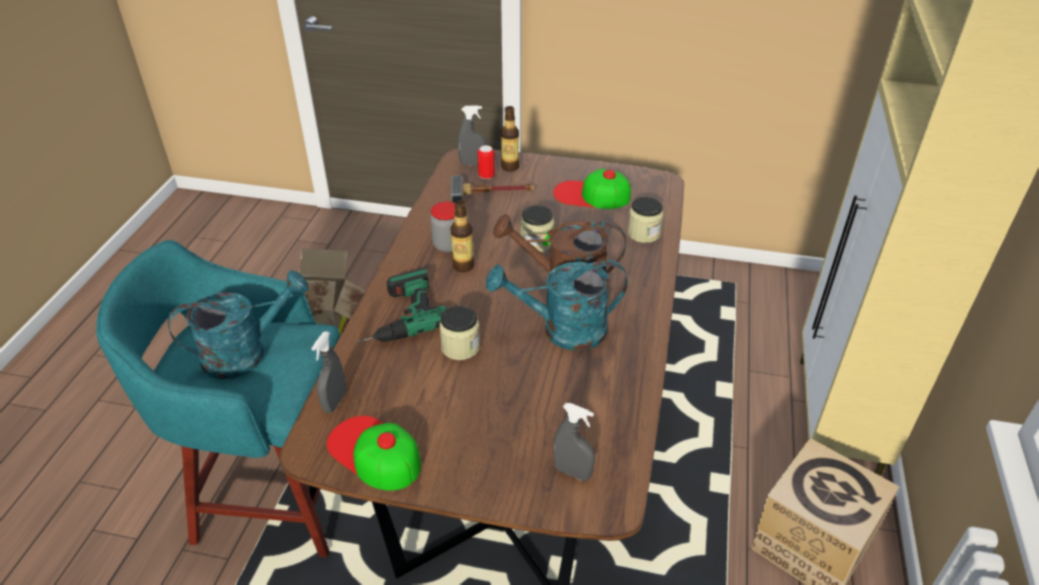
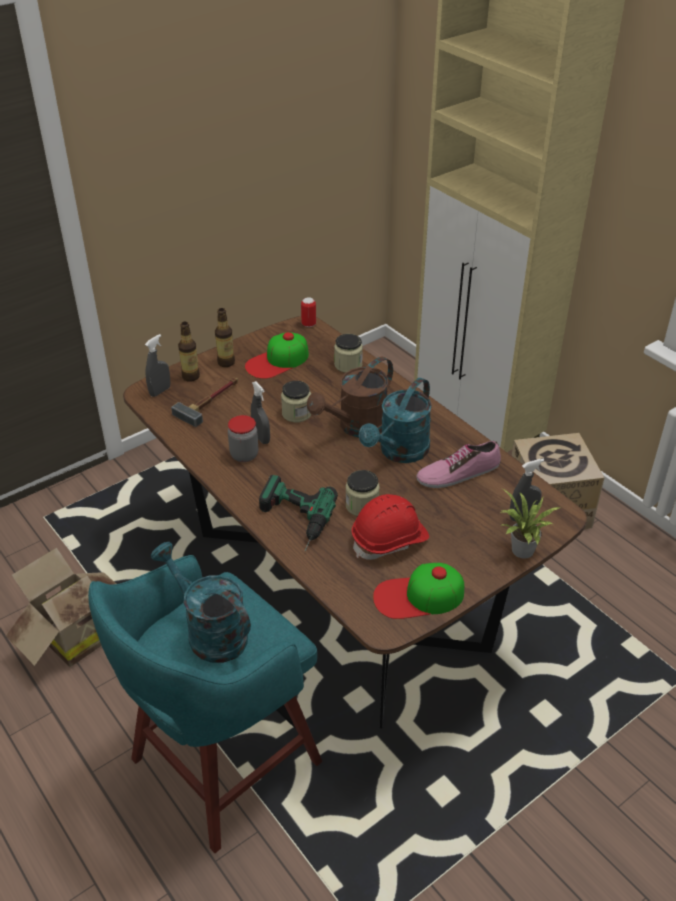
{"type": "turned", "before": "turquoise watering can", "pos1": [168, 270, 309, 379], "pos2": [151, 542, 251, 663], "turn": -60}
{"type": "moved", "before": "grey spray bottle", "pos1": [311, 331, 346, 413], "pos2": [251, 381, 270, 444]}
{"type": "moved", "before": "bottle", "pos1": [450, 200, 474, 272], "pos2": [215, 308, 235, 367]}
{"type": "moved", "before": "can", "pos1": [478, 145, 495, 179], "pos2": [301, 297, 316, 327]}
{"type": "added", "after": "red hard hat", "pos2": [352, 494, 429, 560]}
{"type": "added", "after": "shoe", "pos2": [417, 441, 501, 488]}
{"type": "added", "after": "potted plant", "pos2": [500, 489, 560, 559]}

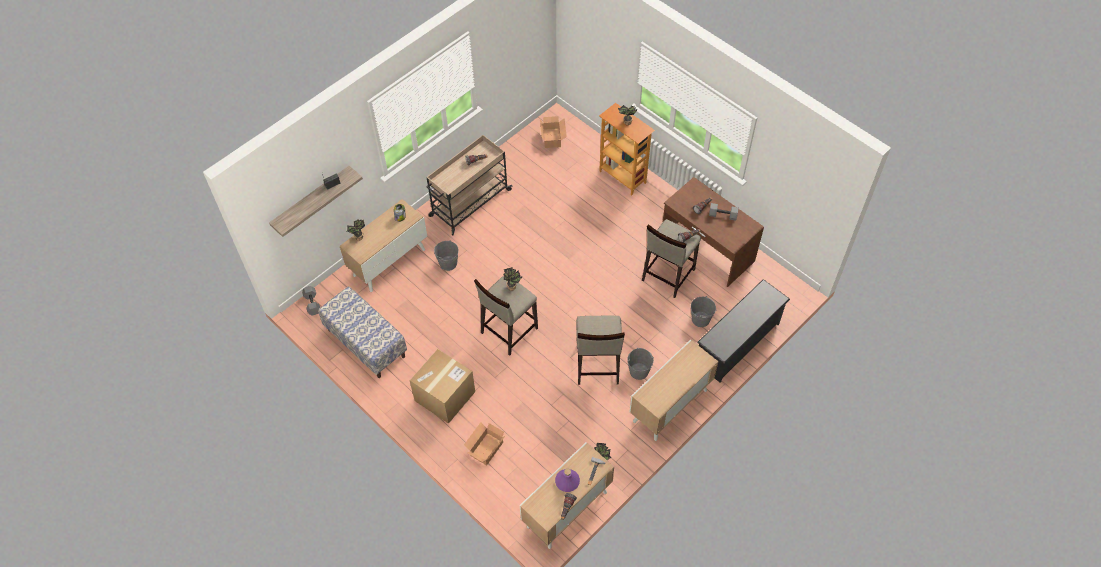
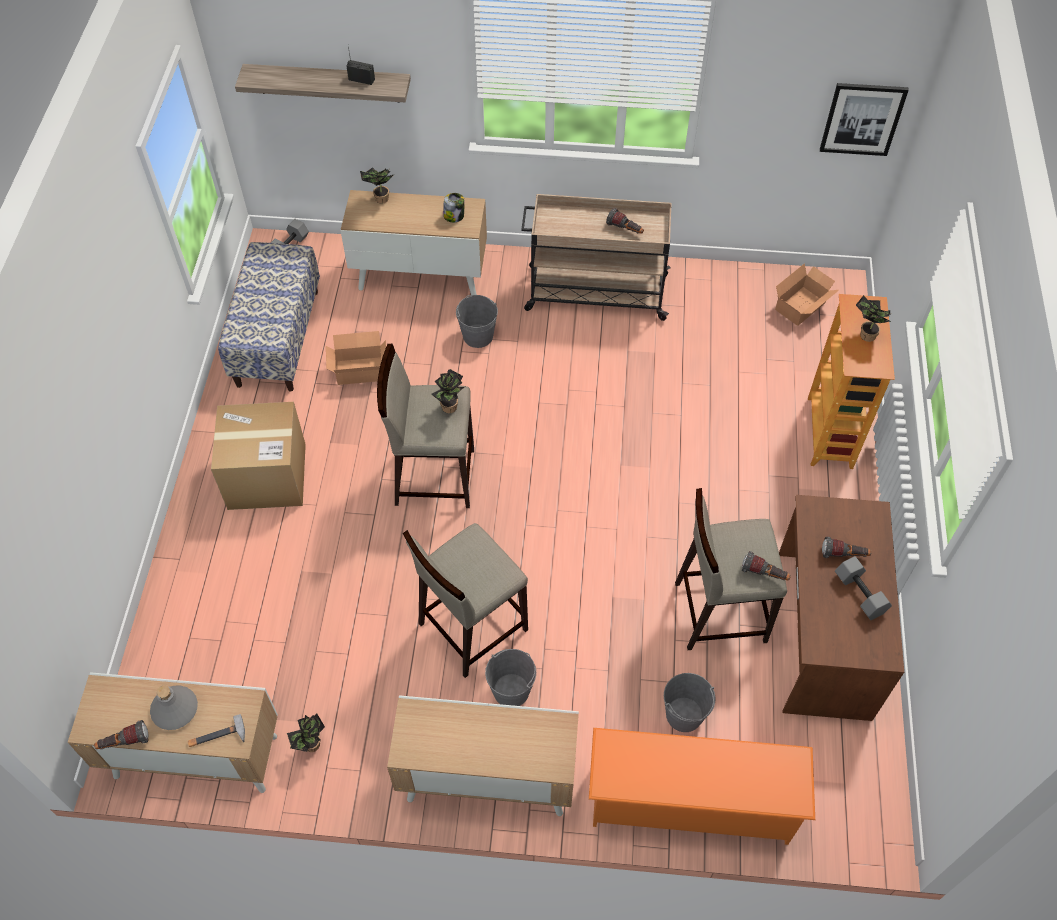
{"type": "moved", "before": "cardboard box", "pos1": [464, 422, 505, 465], "pos2": [326, 331, 386, 385]}
{"type": "recoloured", "before": "purple bottle", "after": "grey bottle", "pos1": [555, 469, 580, 492], "pos2": [150, 685, 198, 730]}
{"type": "recoloured", "before": "black shoe rack", "after": "orange shoe rack", "pos1": [697, 279, 790, 383], "pos2": [589, 728, 815, 845]}
{"type": "added", "after": "picture", "pos2": [820, 83, 909, 156]}

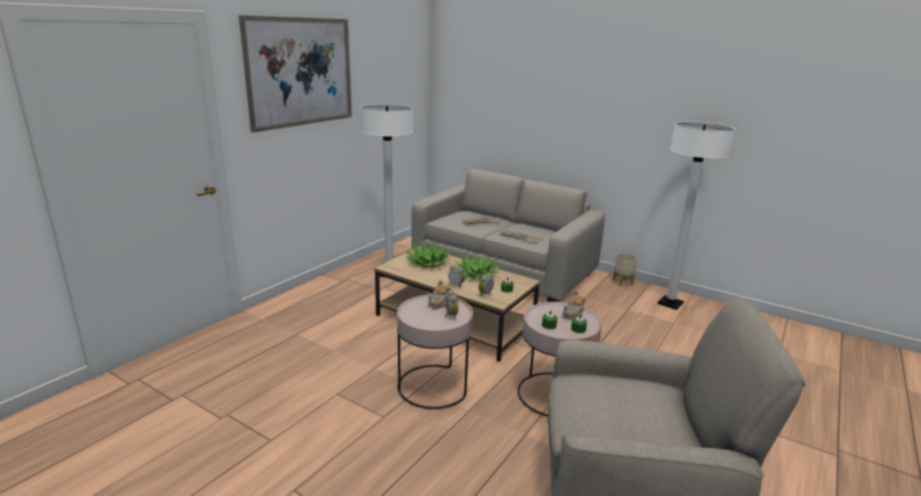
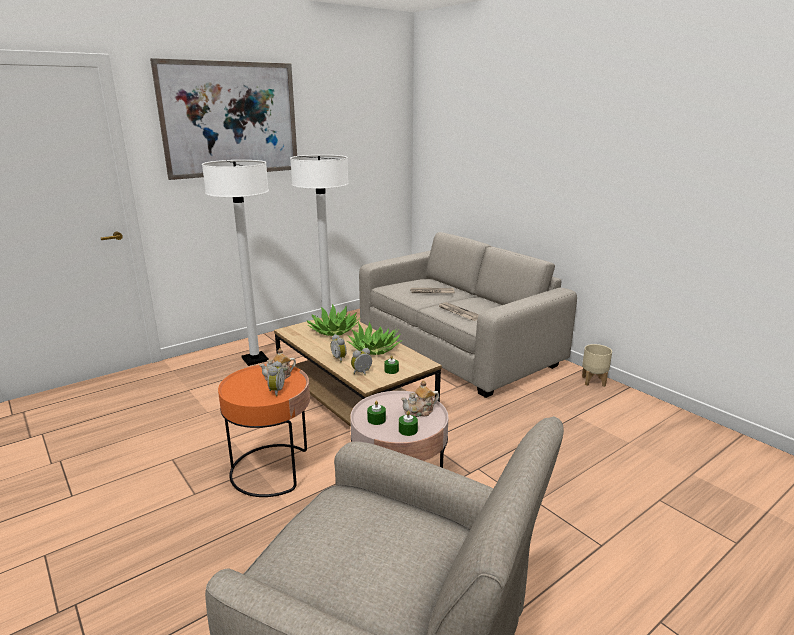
{"type": "recoloured", "before": "pink side table", "after": "orange side table", "pos1": [397, 294, 473, 409], "pos2": [218, 364, 310, 497]}
{"type": "moved", "before": "white floor lamp", "pos1": [657, 121, 736, 310], "pos2": [202, 160, 269, 366]}

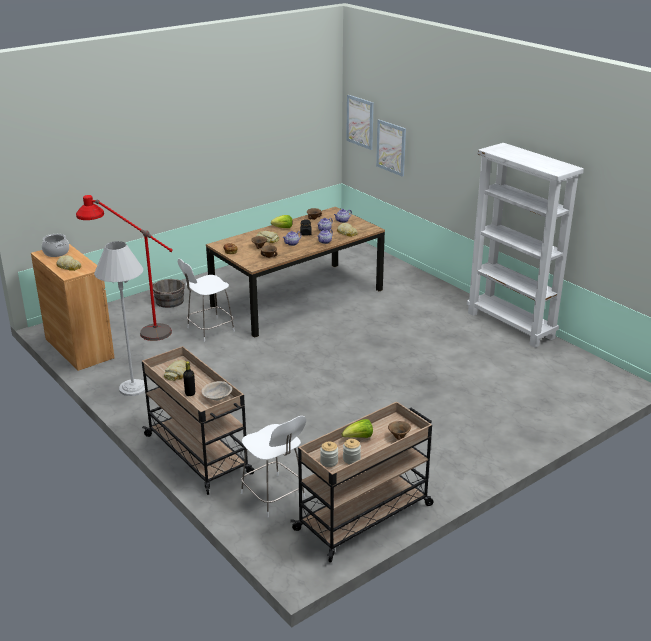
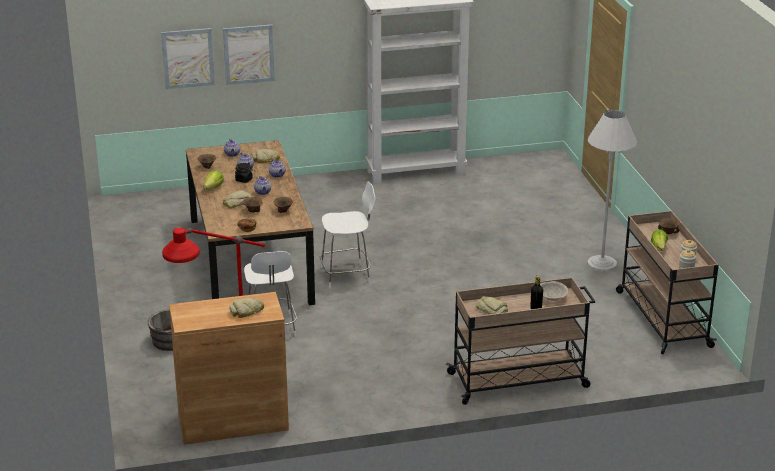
{"type": "removed", "before": "cooking pot", "pos1": [42, 234, 69, 257]}
{"type": "moved", "before": "white floor lamp", "pos1": [94, 241, 145, 396], "pos2": [587, 110, 637, 272]}
{"type": "moved", "before": "white chair", "pos1": [241, 416, 306, 517], "pos2": [320, 181, 375, 288]}
{"type": "moved", "before": "picture", "pos1": [346, 95, 374, 150], "pos2": [223, 25, 275, 85]}

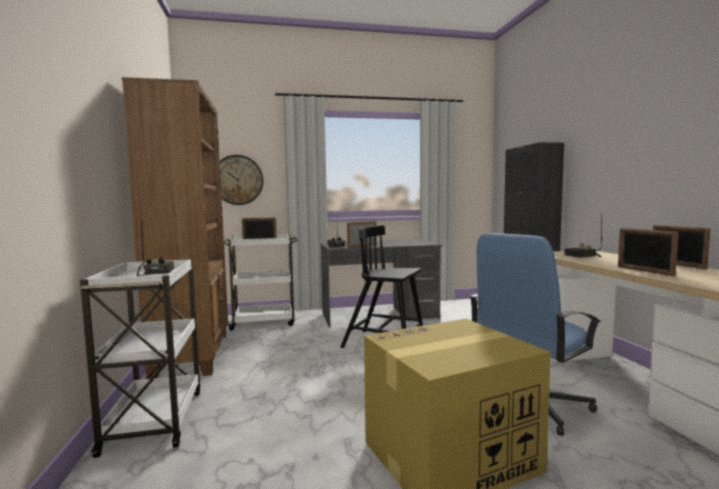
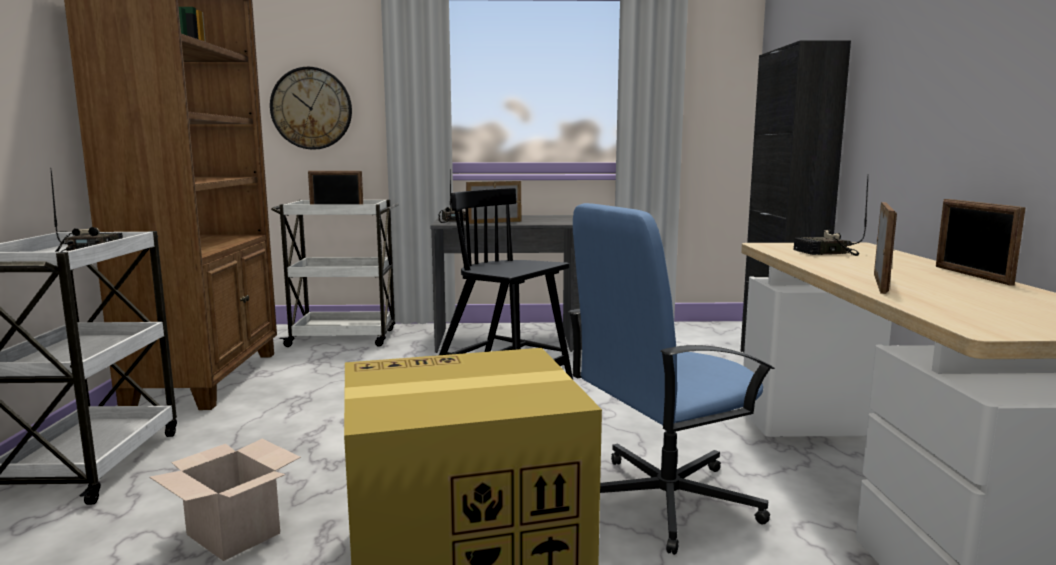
{"type": "turned", "before": "picture frame", "pos1": [618, 228, 679, 276], "pos2": [874, 202, 897, 294], "turn": -150}
{"type": "added", "after": "cardboard box", "pos2": [149, 439, 301, 561]}

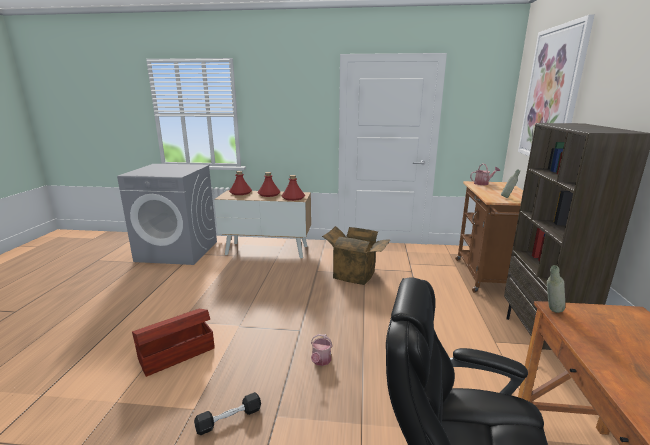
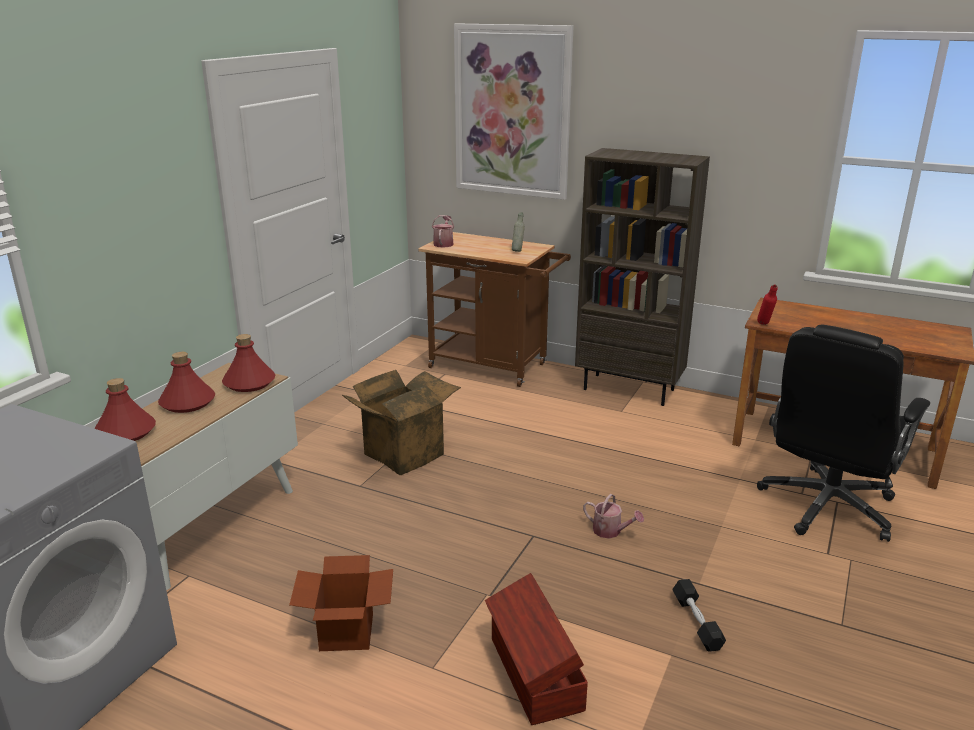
{"type": "recoloured", "before": "grey bottle", "after": "red bottle", "pos1": [547, 265, 565, 313], "pos2": [757, 285, 778, 325]}
{"type": "added", "after": "cardboard box", "pos2": [289, 555, 393, 651]}

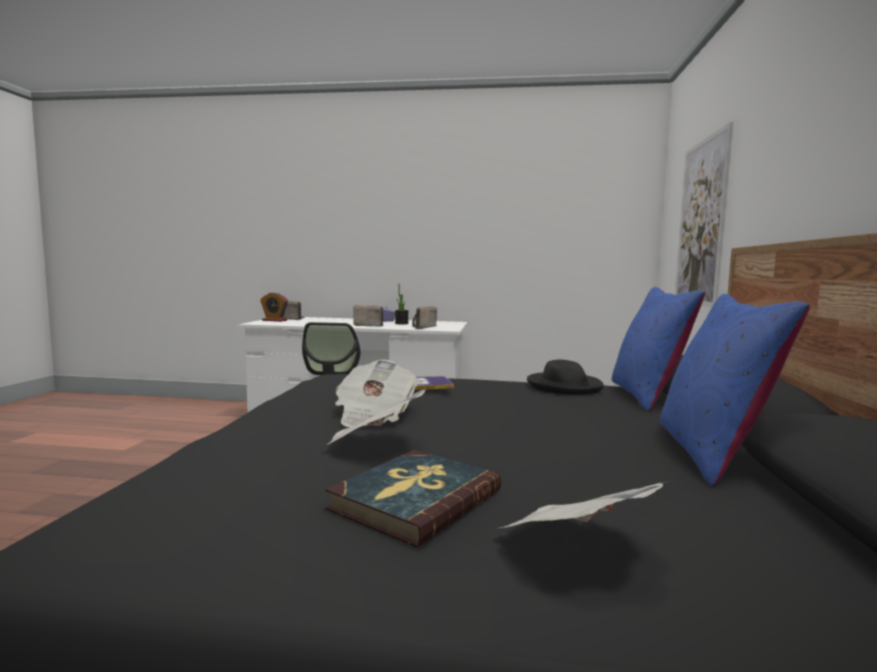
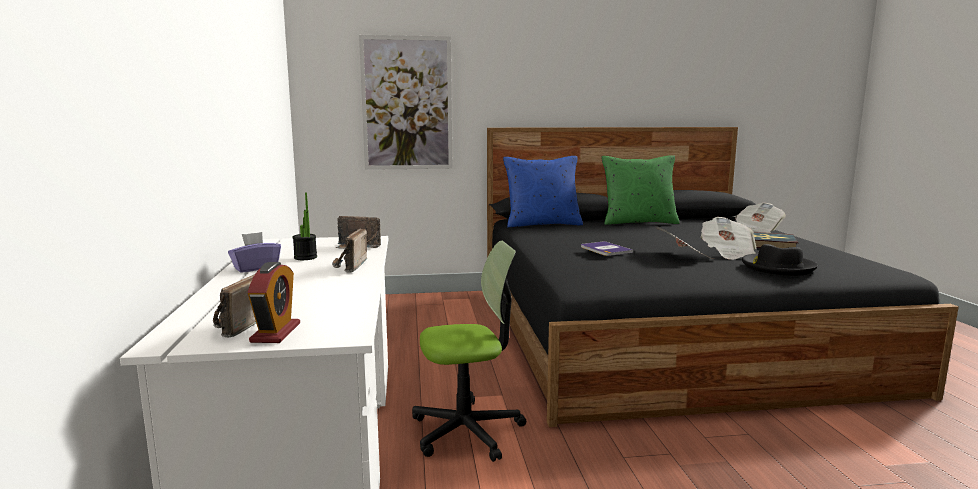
{"type": "moved", "before": "black hat", "pos1": [527, 359, 604, 395], "pos2": [742, 244, 818, 276]}
{"type": "recoloured", "before": "blue pillow", "after": "green pillow", "pos1": [660, 294, 810, 486], "pos2": [602, 155, 680, 225]}

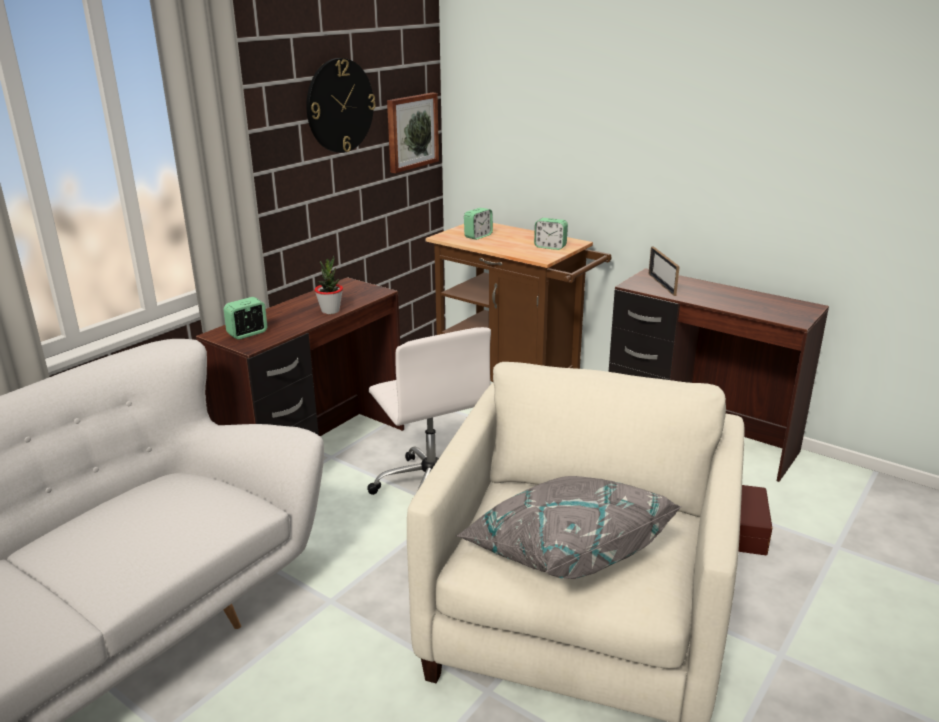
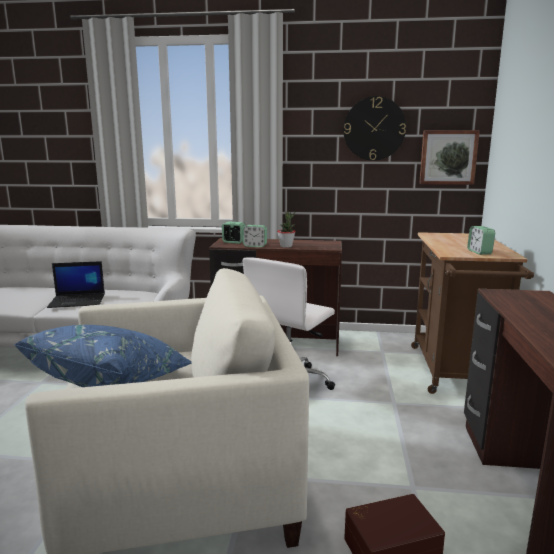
{"type": "recoloured", "before": "grey pillow", "after": "blue pillow", "pos1": [456, 476, 682, 579], "pos2": [14, 325, 191, 387]}
{"type": "moved", "before": "alarm clock", "pos1": [464, 208, 493, 240], "pos2": [243, 225, 267, 247]}
{"type": "removed", "before": "picture frame", "pos1": [649, 246, 680, 296]}
{"type": "added", "after": "laptop", "pos2": [47, 261, 105, 308]}

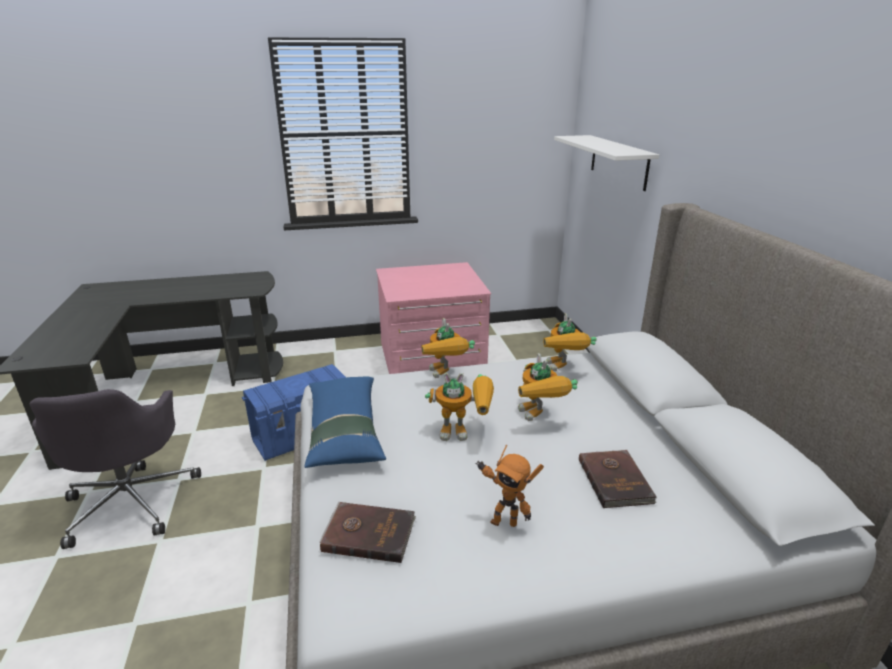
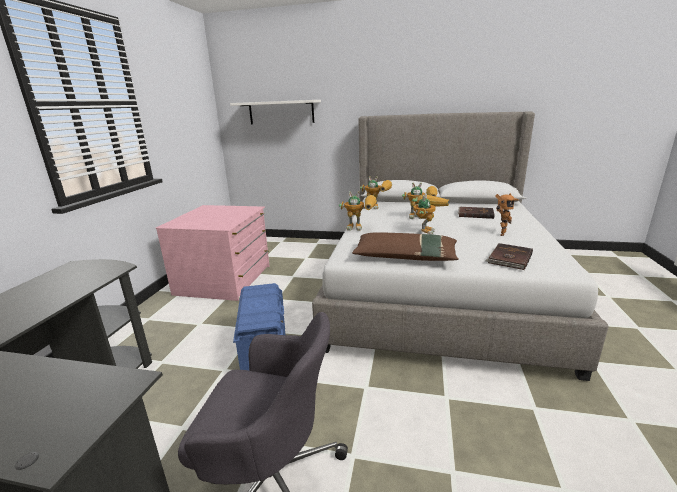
{"type": "recoloured", "before": "blue pillow", "after": "brown pillow", "pos1": [304, 376, 386, 468], "pos2": [352, 232, 459, 261]}

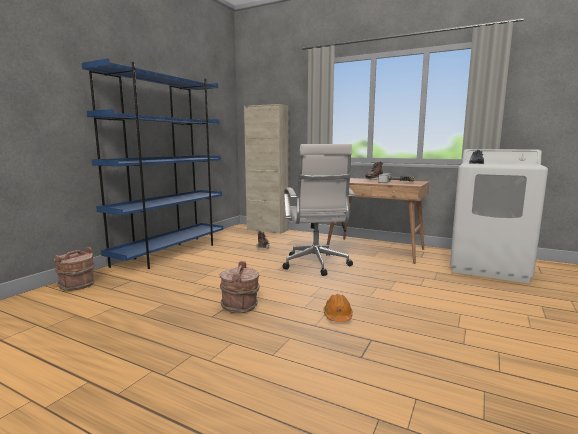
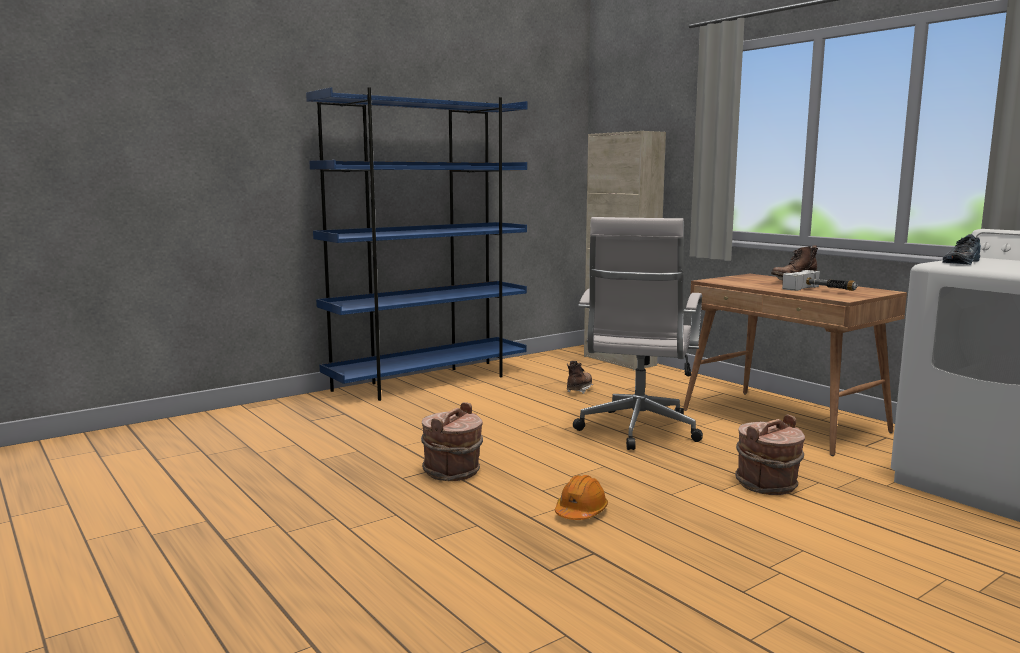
{"type": "moved", "before": "brown bucket", "pos1": [54, 247, 95, 291], "pos2": [735, 414, 805, 495]}

